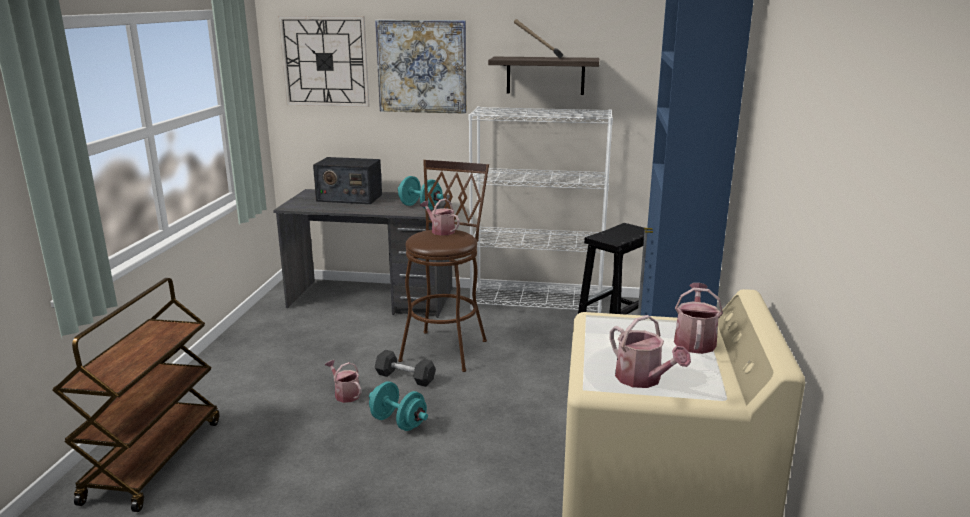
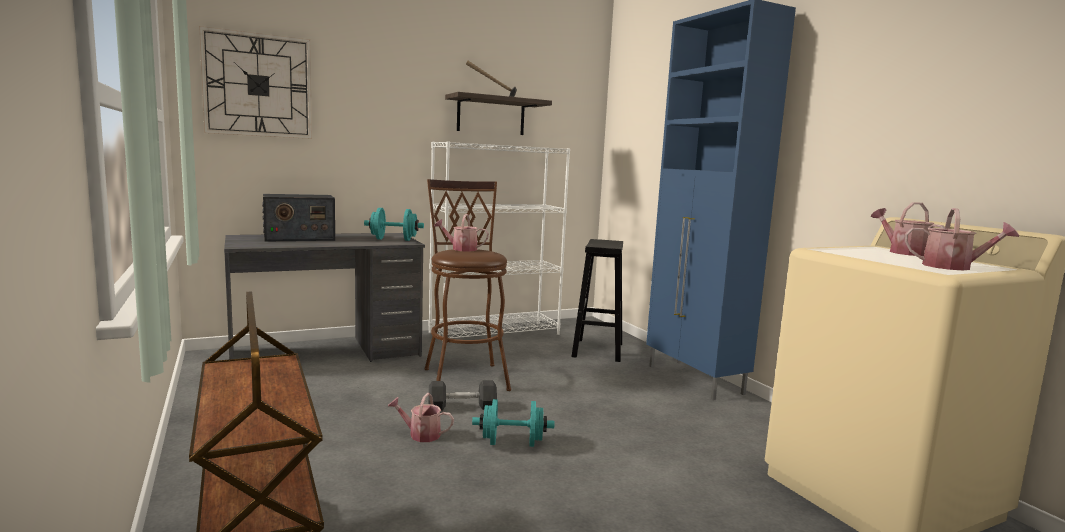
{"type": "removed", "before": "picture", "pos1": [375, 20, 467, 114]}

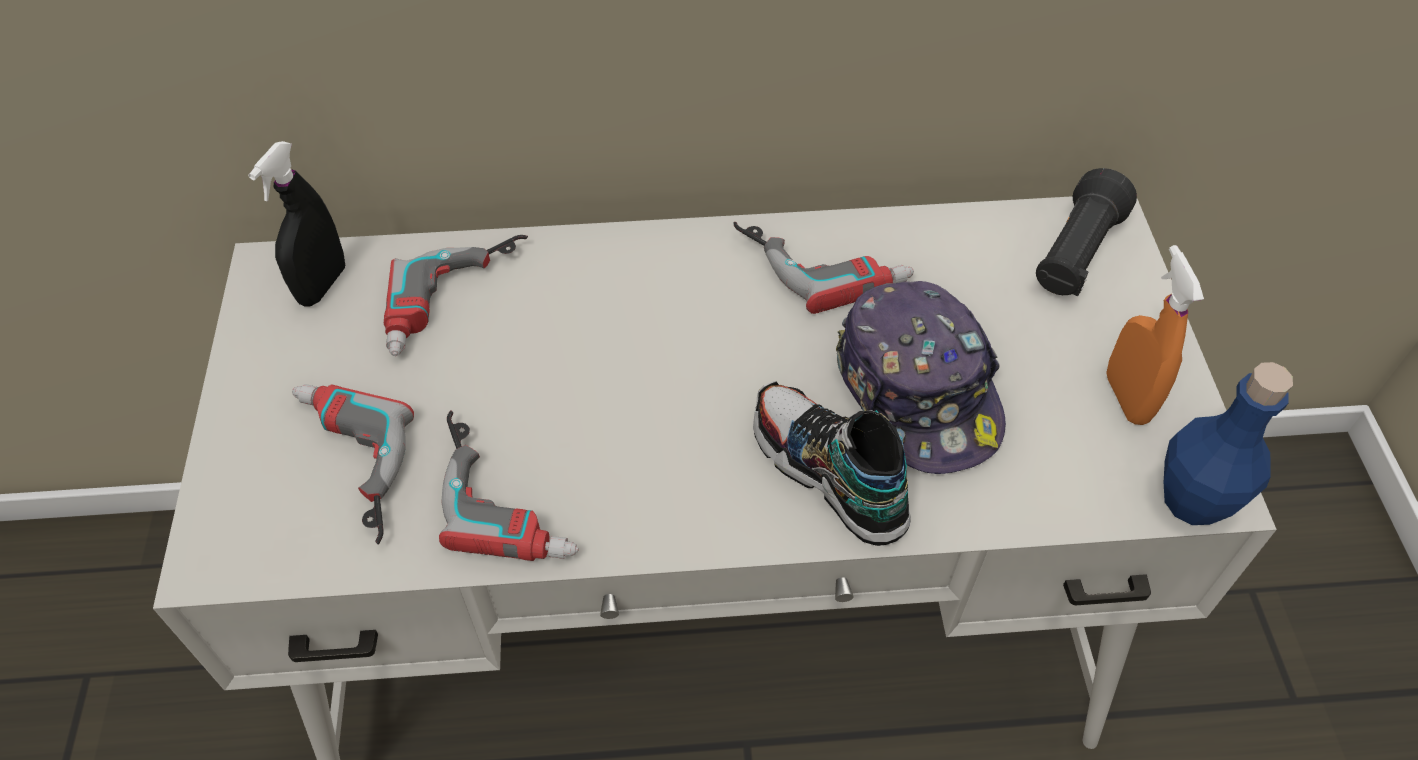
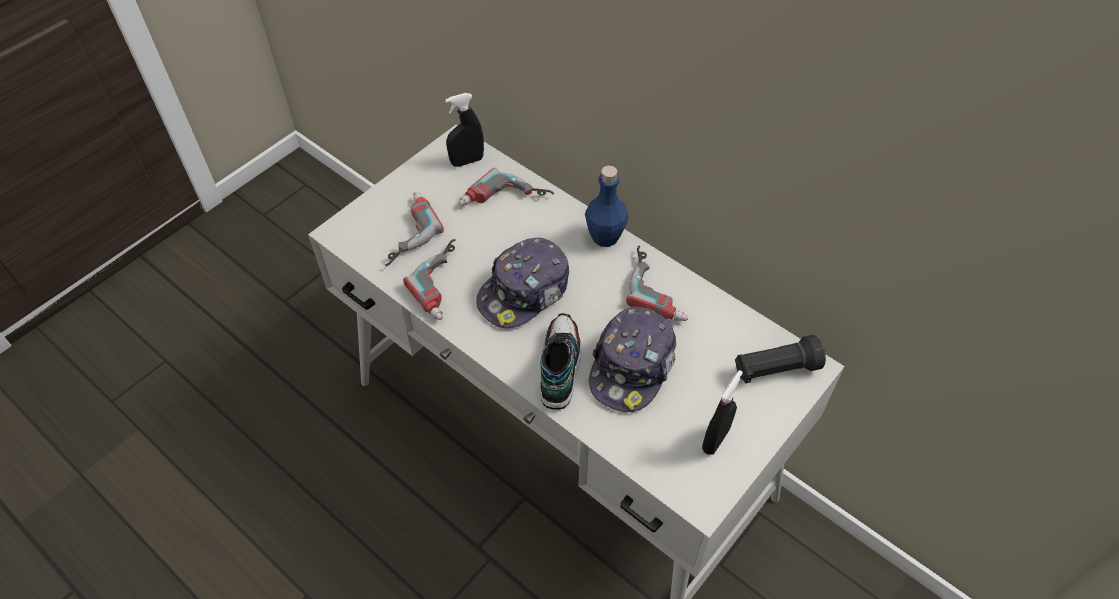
{"type": "recoloured", "before": "orange spray bottle", "after": "black spray bottle", "pos1": [1106, 245, 1204, 425], "pos2": [702, 370, 743, 455]}
{"type": "moved", "before": "blue bottle", "pos1": [1164, 362, 1293, 525], "pos2": [585, 166, 628, 247]}
{"type": "added", "after": "cap", "pos2": [476, 238, 569, 328]}

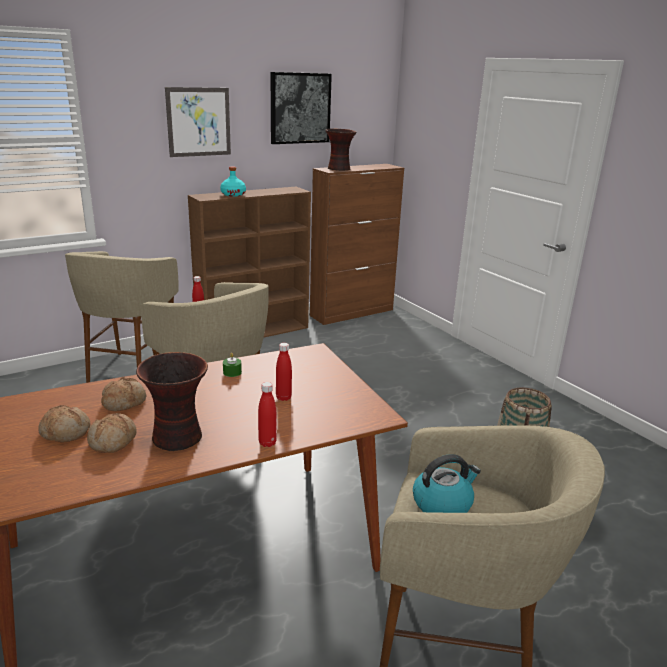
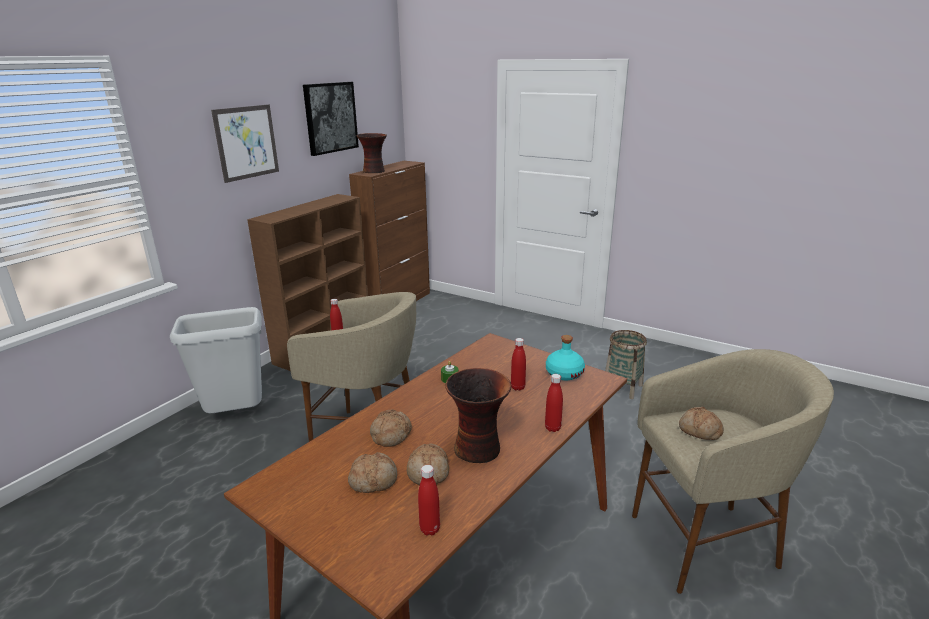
{"type": "replaced", "before": "beige stool", "after": "grey trash can", "pos1": [65, 251, 179, 383], "pos2": [170, 307, 262, 413]}
{"type": "moved", "before": "turquoise bottle", "pos1": [220, 166, 246, 197], "pos2": [546, 335, 585, 380]}
{"type": "replaced", "before": "kettle", "after": "bread", "pos1": [413, 454, 481, 513], "pos2": [679, 407, 724, 440]}
{"type": "added", "after": "red bottle", "pos2": [418, 465, 440, 536]}

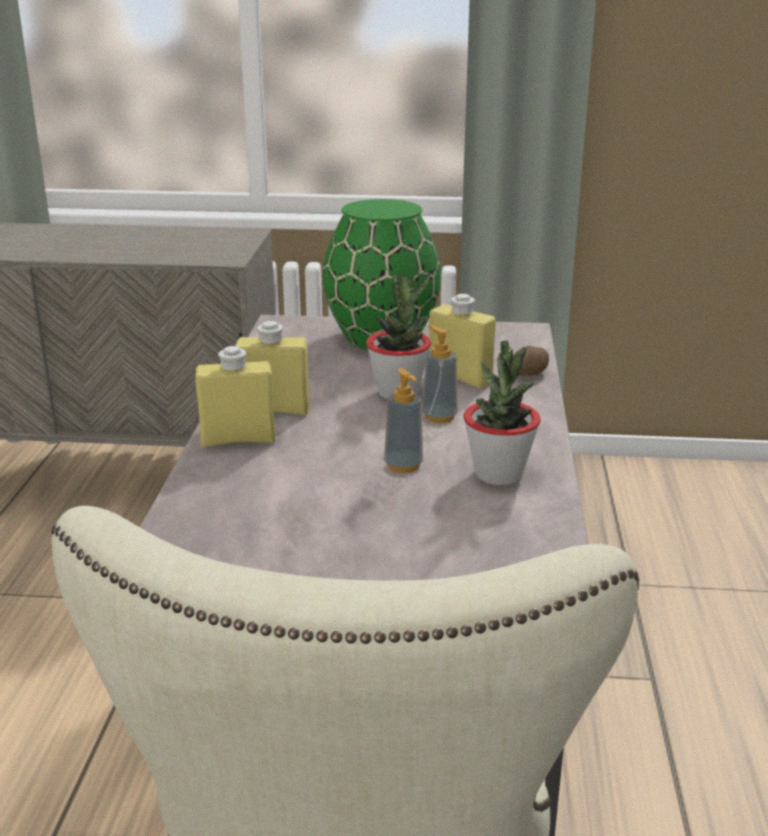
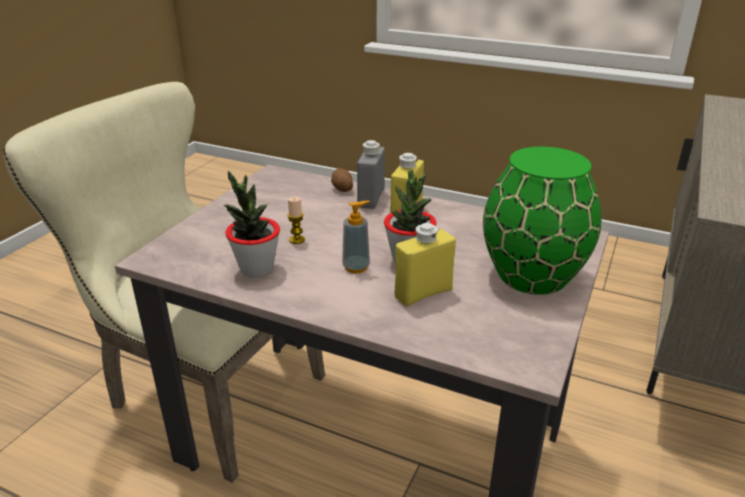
{"type": "recoloured", "before": "yellow bottle", "after": "grey bottle", "pos1": [195, 346, 275, 447], "pos2": [357, 140, 385, 209]}
{"type": "replaced", "before": "soap dispenser", "after": "candle", "pos1": [384, 368, 423, 473], "pos2": [287, 197, 305, 244]}
{"type": "moved", "before": "potato", "pos1": [513, 346, 549, 376], "pos2": [331, 168, 353, 192]}

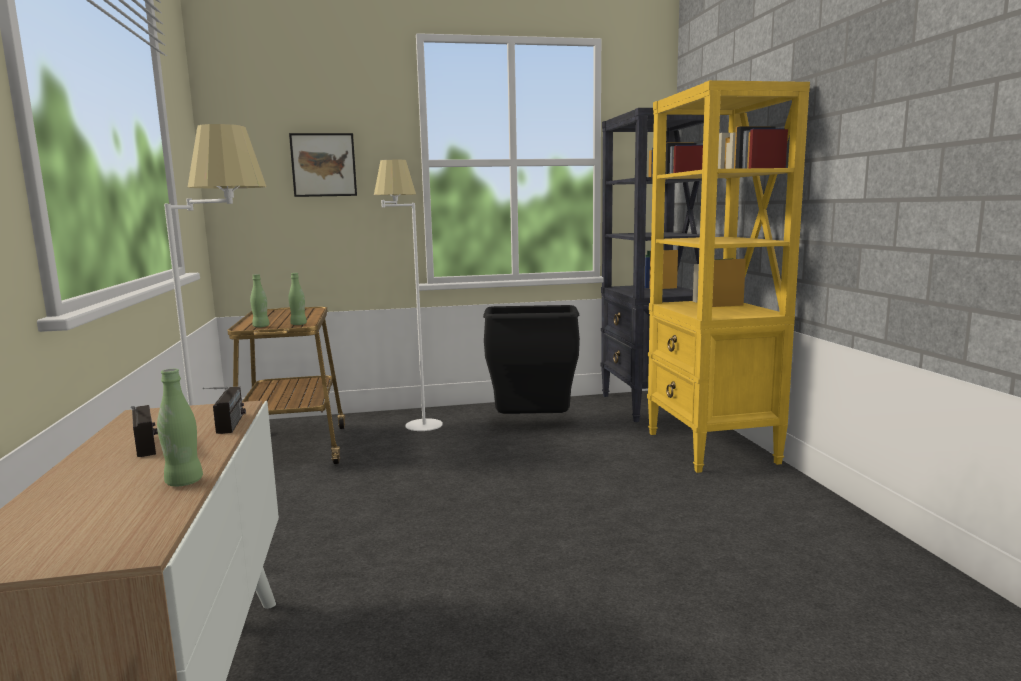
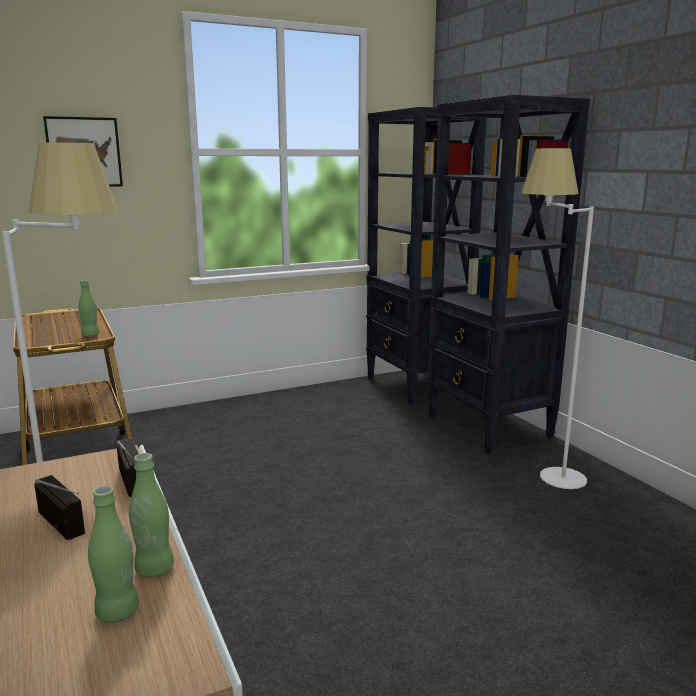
{"type": "moved", "before": "green bottle", "pos1": [250, 274, 269, 327], "pos2": [88, 486, 139, 623]}
{"type": "moved", "before": "white floor lamp", "pos1": [374, 159, 443, 431], "pos2": [521, 148, 594, 489]}
{"type": "removed", "before": "black trash can", "pos1": [483, 305, 580, 414]}
{"type": "recoloured", "before": "yellow bookcase", "after": "black bookcase", "pos1": [647, 80, 810, 473], "pos2": [427, 95, 590, 454]}

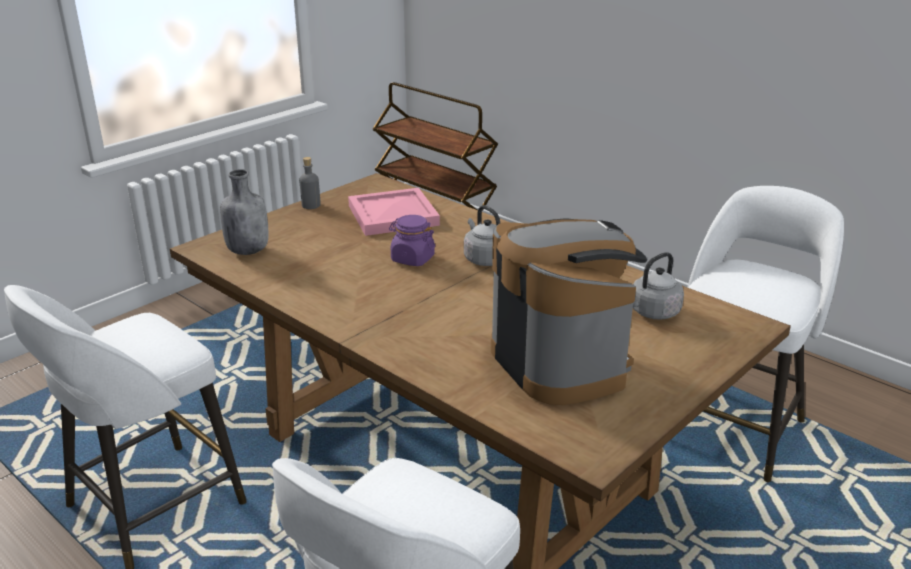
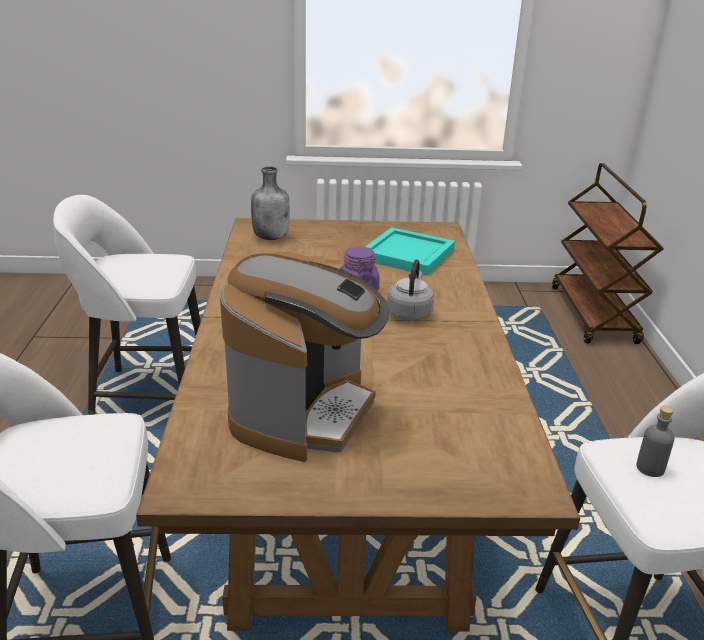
{"type": "moved", "before": "grey bottle", "pos1": [299, 157, 321, 209], "pos2": [636, 406, 675, 477]}
{"type": "recoloured", "before": "pink tray", "after": "turquoise tray", "pos1": [348, 188, 440, 236], "pos2": [365, 227, 455, 276]}
{"type": "removed", "before": "grey kettle", "pos1": [633, 252, 684, 320]}

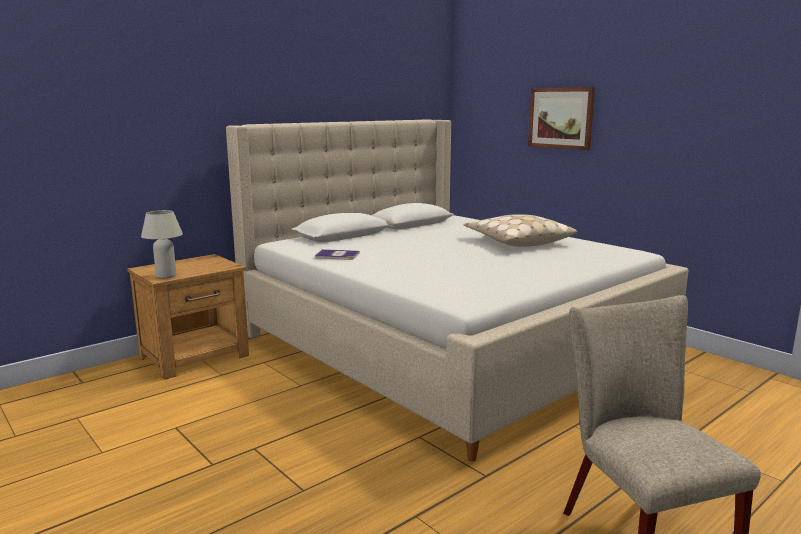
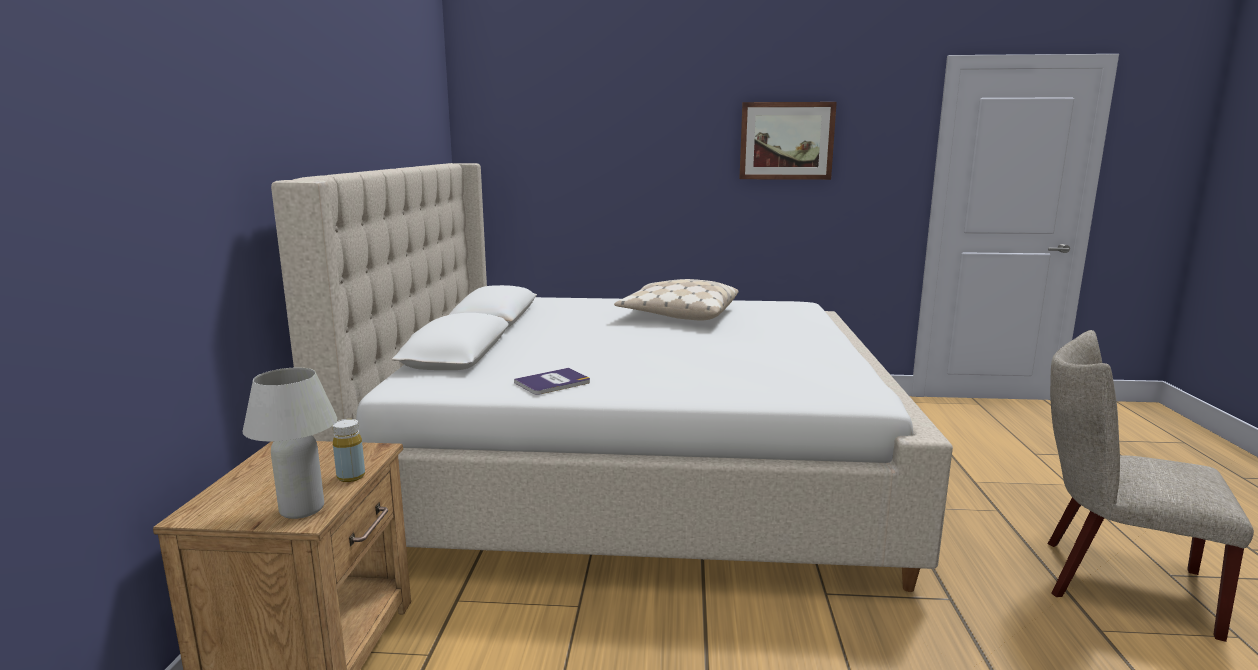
{"type": "moved", "before": "picture", "pos1": [528, 87, 595, 150], "pos2": [739, 102, 837, 180]}
{"type": "added", "after": "yellow bottle", "pos2": [333, 419, 365, 482]}

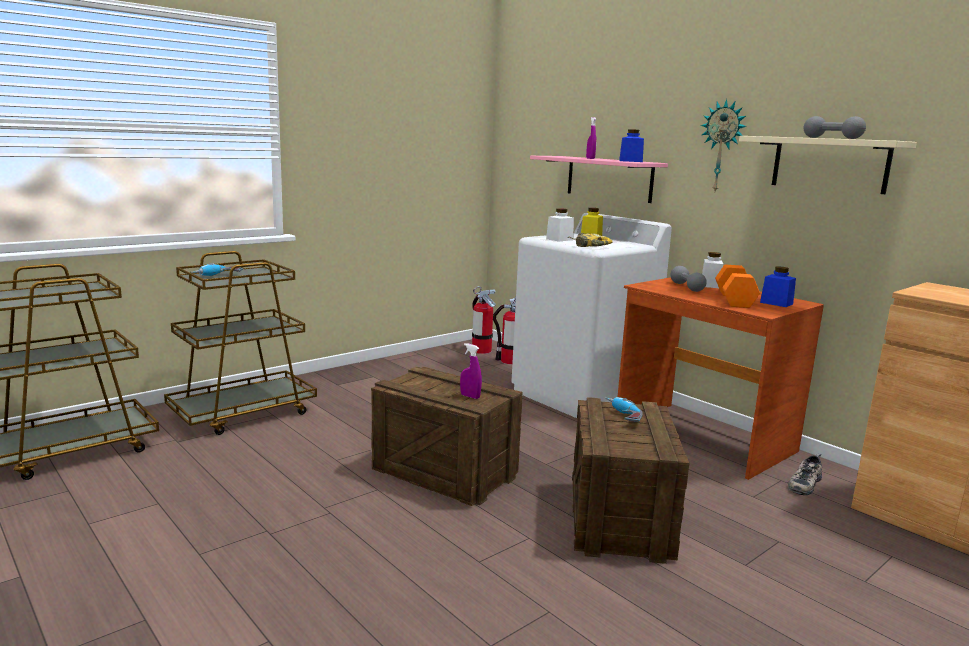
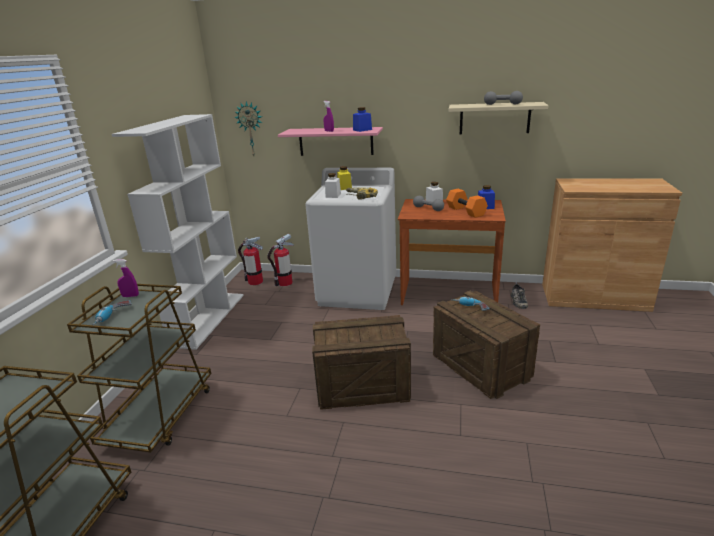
{"type": "moved", "before": "purple spray bottle", "pos1": [460, 343, 482, 399], "pos2": [113, 259, 139, 297]}
{"type": "moved", "before": "wall clock", "pos1": [701, 99, 747, 191], "pos2": [234, 101, 262, 156]}
{"type": "added", "after": "white bookcase", "pos2": [112, 114, 244, 350]}

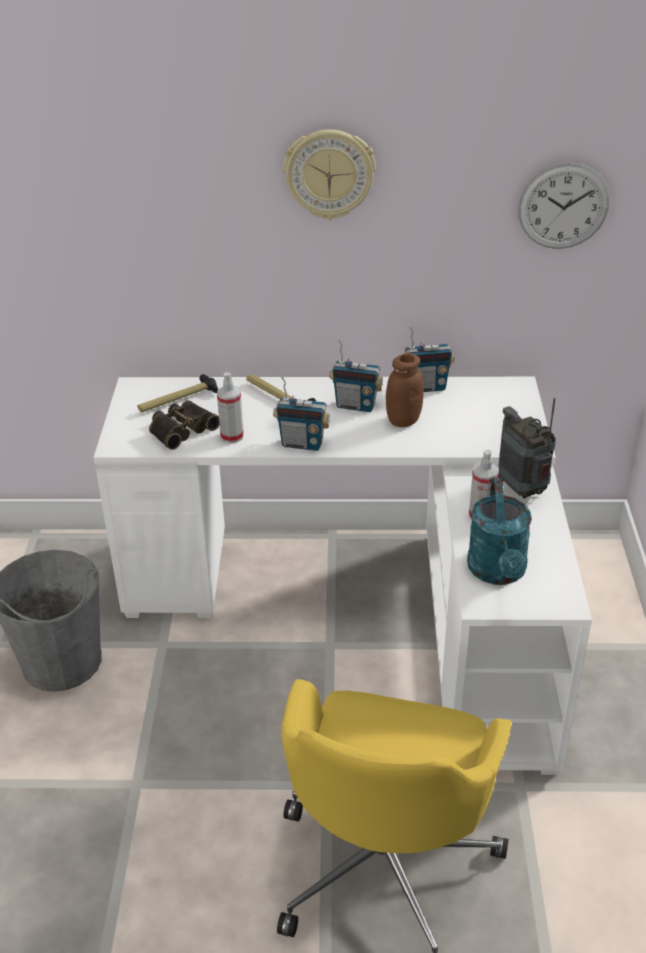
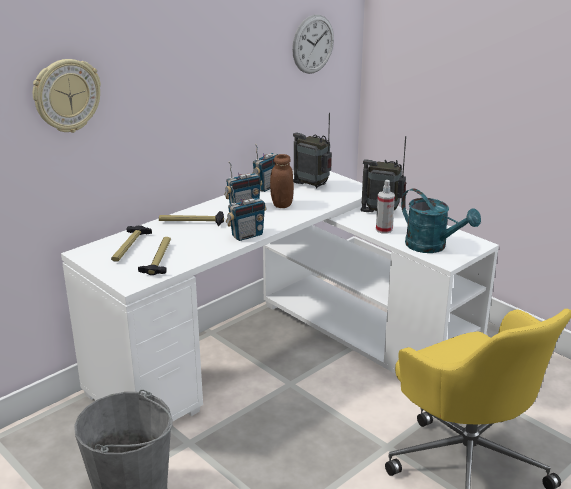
{"type": "replaced", "before": "binoculars", "after": "hammer", "pos1": [149, 400, 220, 450], "pos2": [138, 237, 171, 275]}
{"type": "removed", "before": "spray bottle", "pos1": [217, 372, 244, 443]}
{"type": "moved", "before": "wall clock", "pos1": [283, 129, 376, 220], "pos2": [33, 59, 101, 133]}
{"type": "added", "after": "radio", "pos2": [293, 113, 332, 188]}

